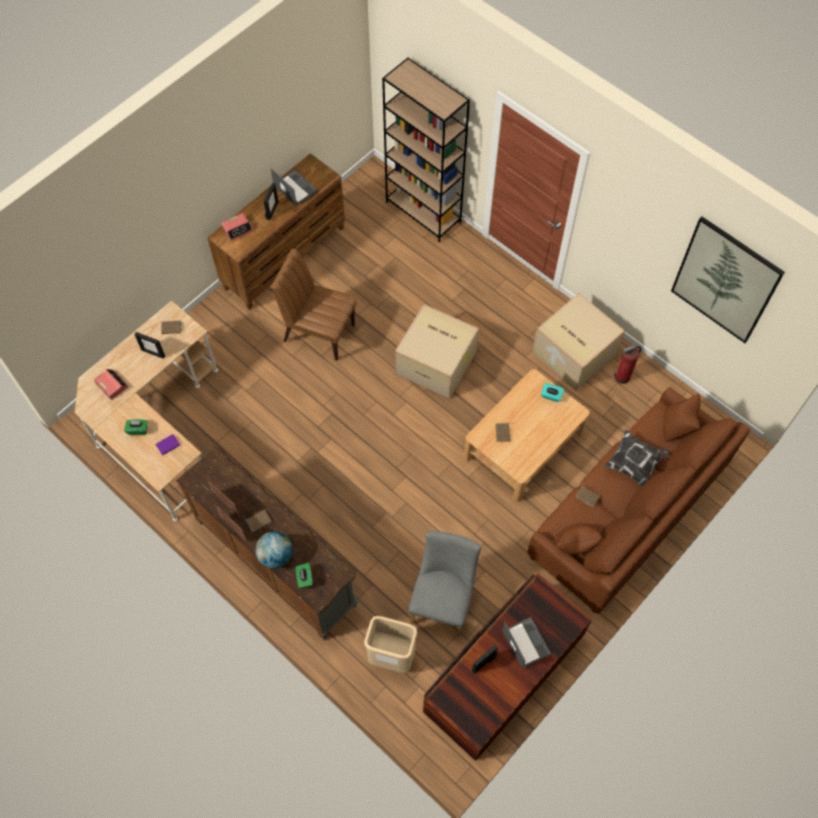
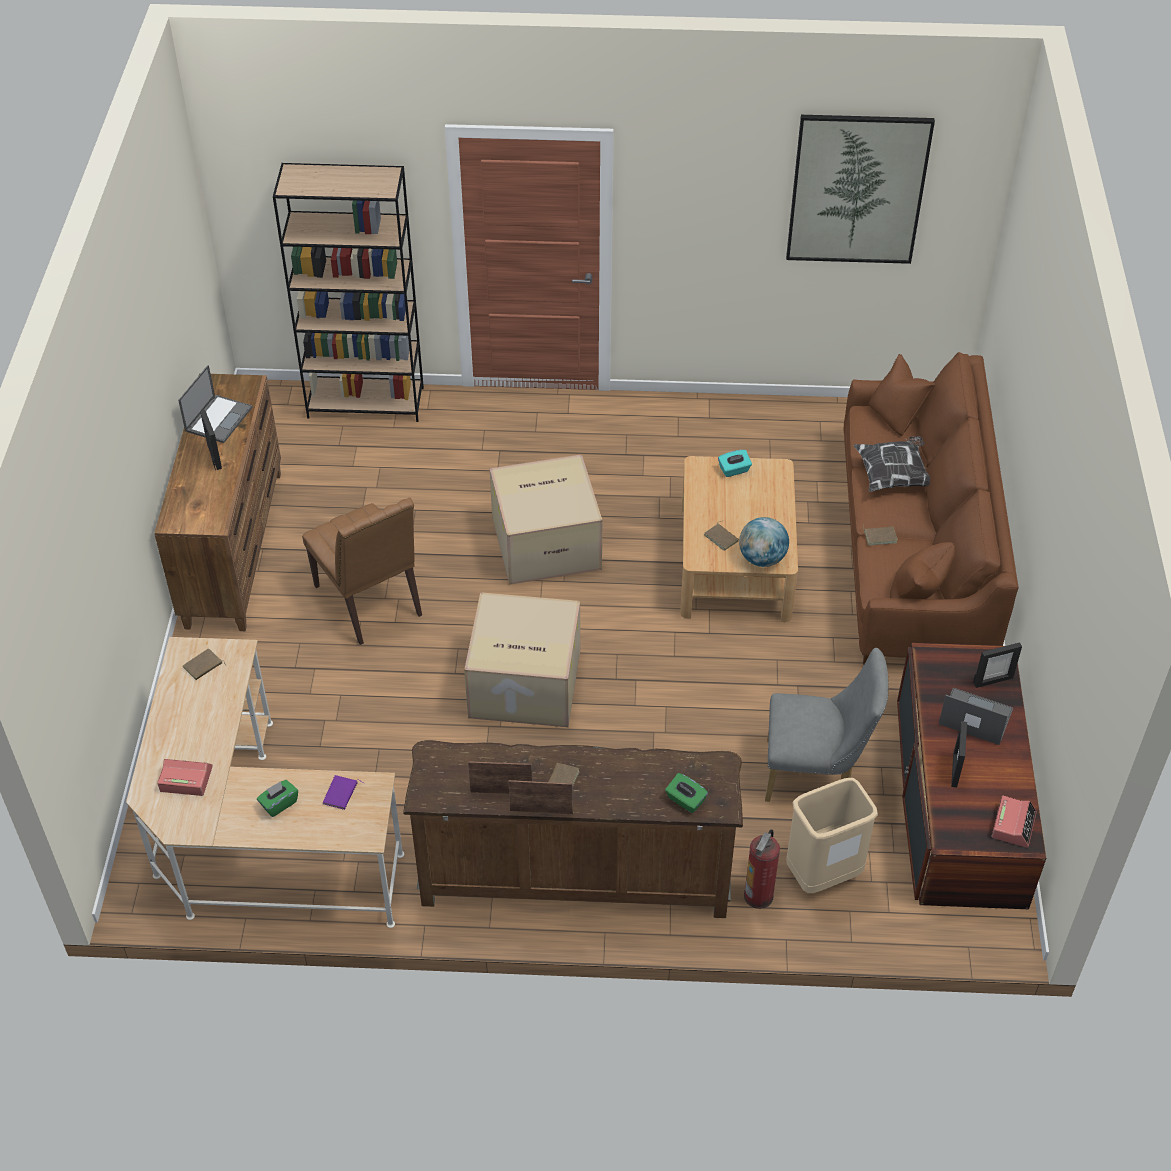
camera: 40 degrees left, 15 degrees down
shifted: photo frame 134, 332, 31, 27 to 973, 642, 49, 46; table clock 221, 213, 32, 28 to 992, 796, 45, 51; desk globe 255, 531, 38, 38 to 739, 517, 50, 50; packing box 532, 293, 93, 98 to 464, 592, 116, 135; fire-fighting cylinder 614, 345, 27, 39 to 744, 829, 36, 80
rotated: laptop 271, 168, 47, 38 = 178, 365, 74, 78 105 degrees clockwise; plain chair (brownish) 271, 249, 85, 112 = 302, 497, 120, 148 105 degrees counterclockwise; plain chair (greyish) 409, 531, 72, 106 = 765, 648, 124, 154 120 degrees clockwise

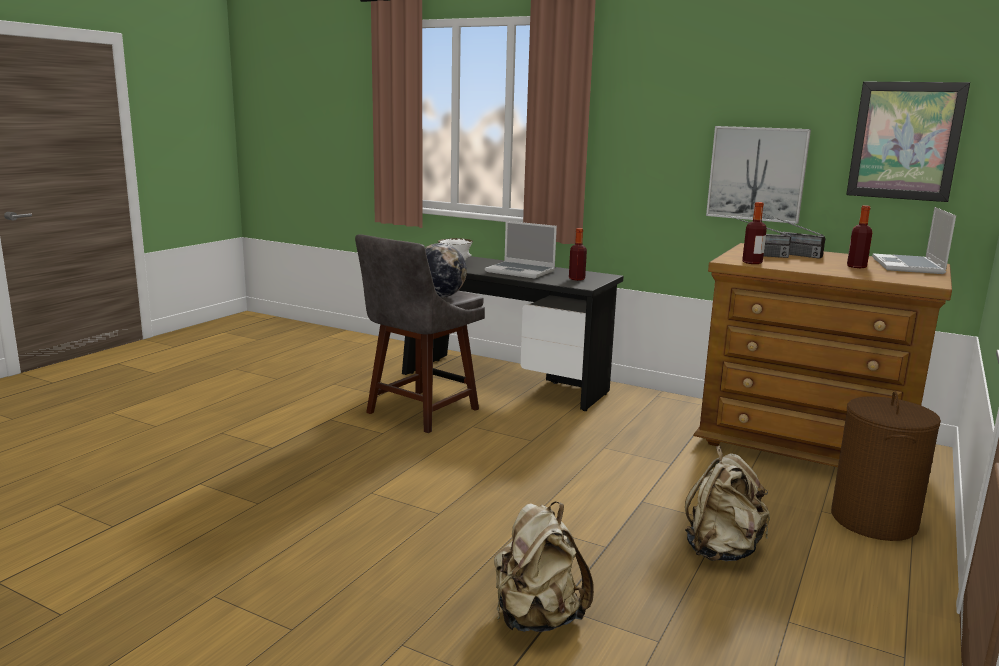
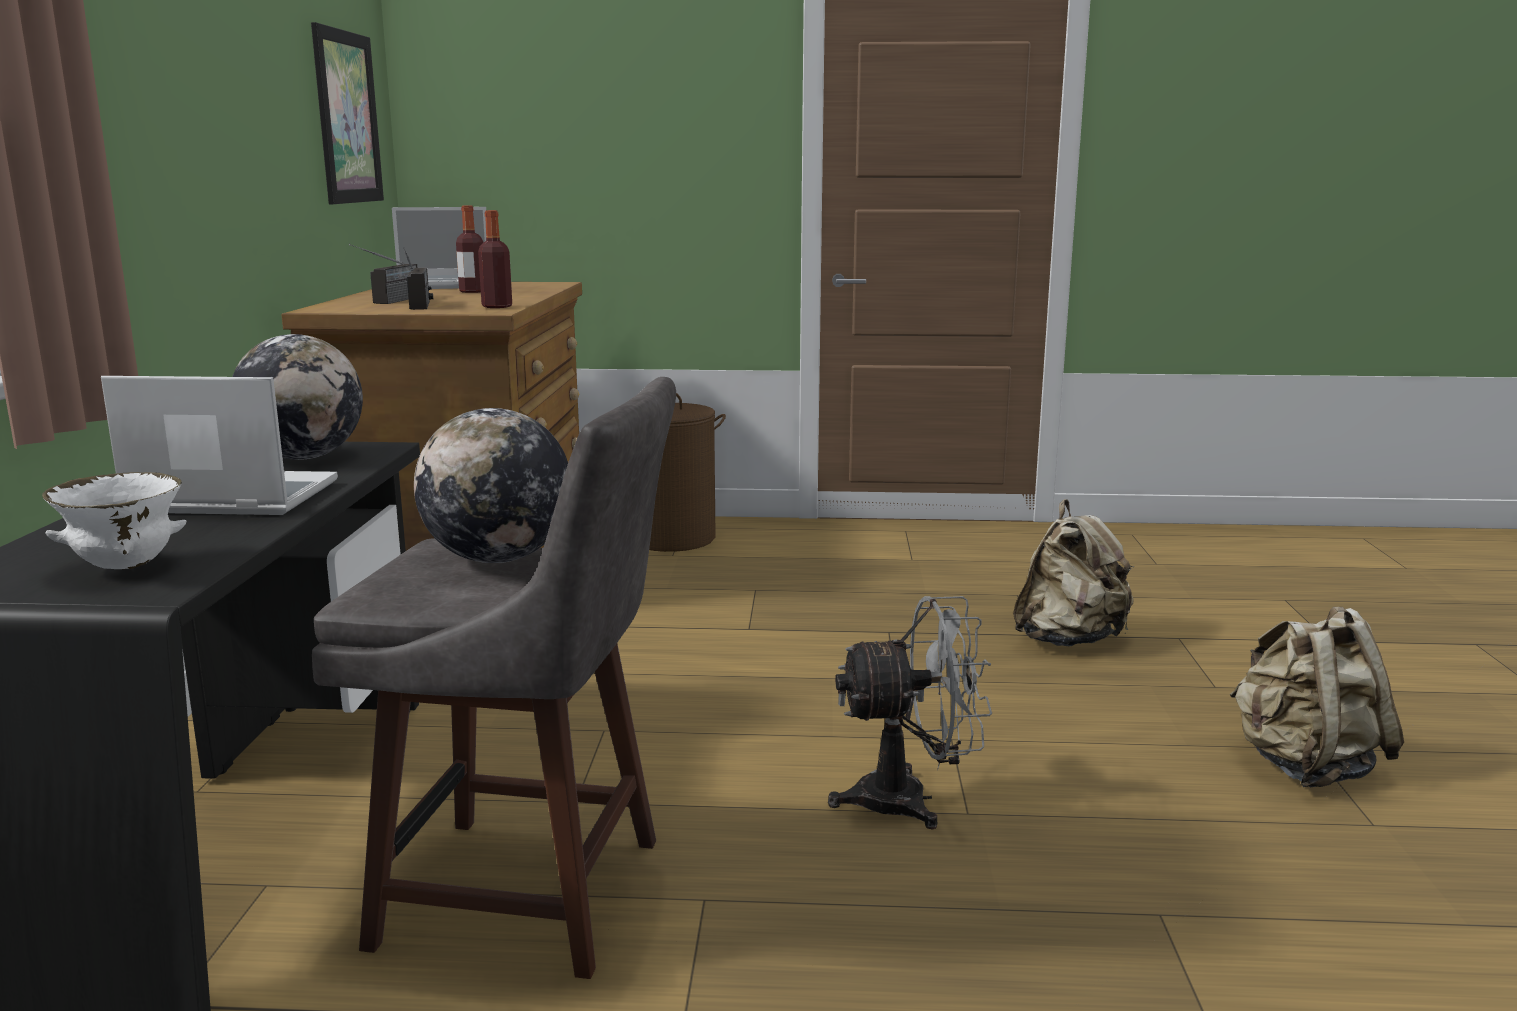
camera: 115 degrees left, 0 degrees up
gone: wall art 706, 126, 105, 98
new: cooling fan (greyish) 828, 596, 164, 233
shifted: knapsack (sand-coloured) 685, 446, 85, 115 to 1230, 607, 174, 180
swapped: drink bottle 569, 228, 18, 53 to desk globe 232, 334, 131, 126
rotated: laptop 485, 221, 72, 58 = 101, 376, 237, 139 90 degrees counterclockwise

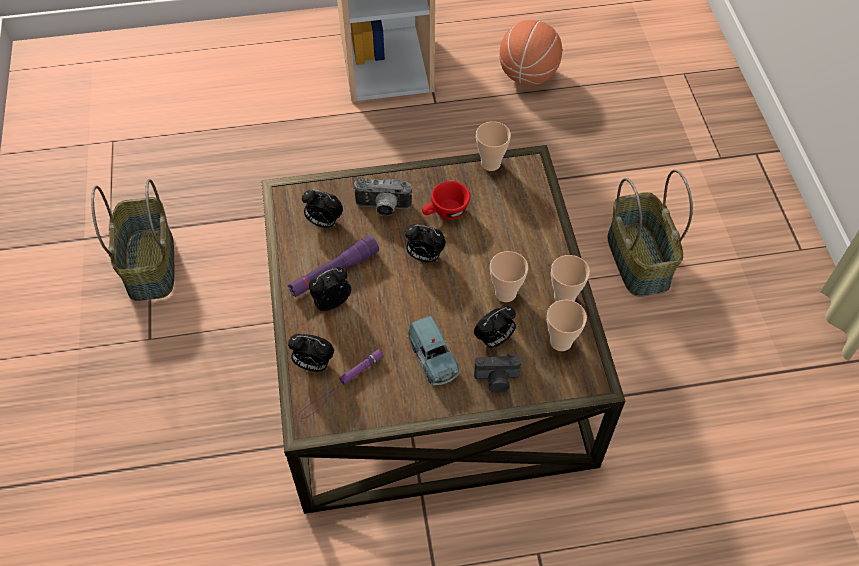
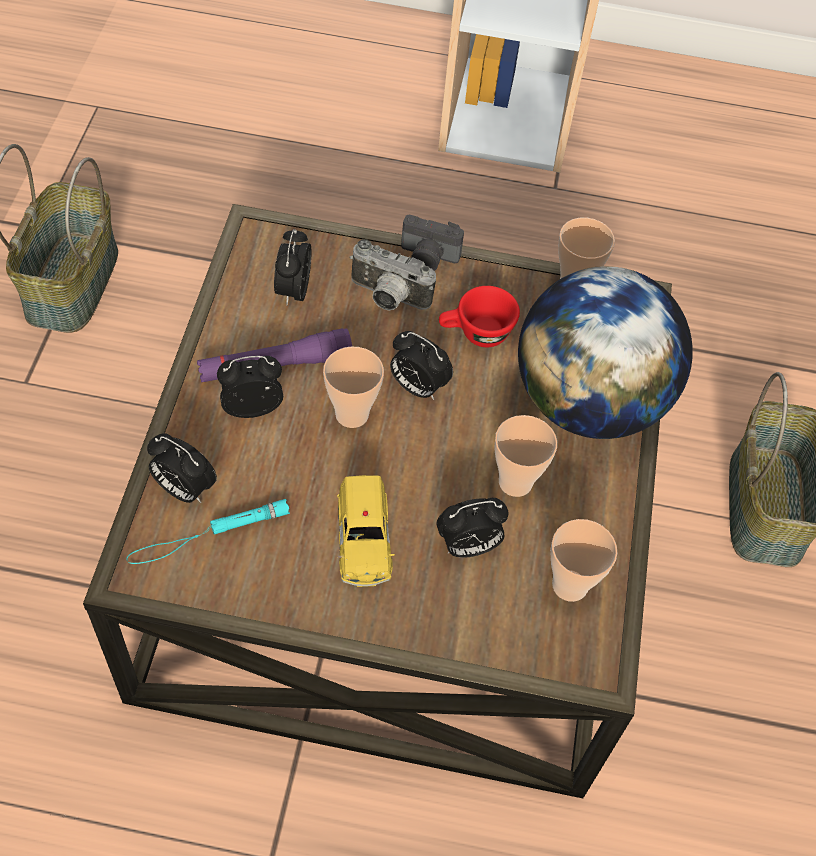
camera: 15 degrees right, 0 degrees up
gone: basketball ball 499, 20, 63, 65
new: desk globe 518, 266, 175, 173
shifted: still camera 474, 354, 47, 39 to 401, 215, 63, 56; small cup 551, 255, 39, 46 to 323, 346, 61, 82
repainted: torch (purplish) 298, 349, 86, 70 to torch (turquoise) 126, 499, 164, 65; model car (blue-coloured) 407, 316, 52, 69 to model car (yellow) 337, 475, 58, 112
rotated: table clock 302, 190, 41, 38 = 274, 229, 37, 76 60 degrees clockwise

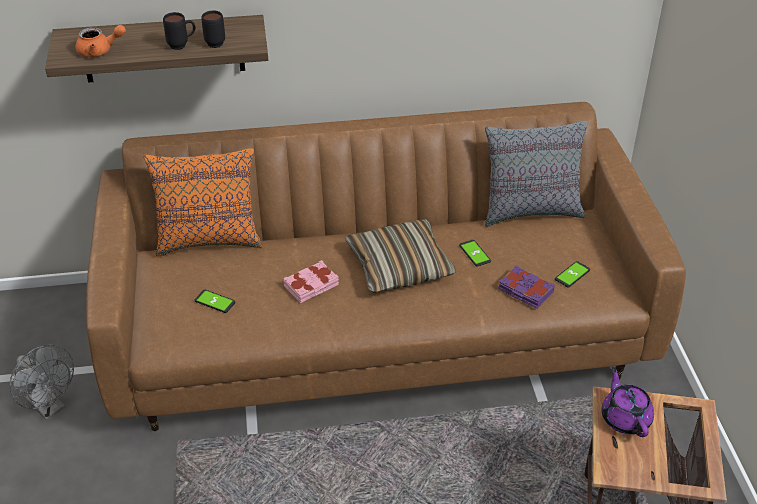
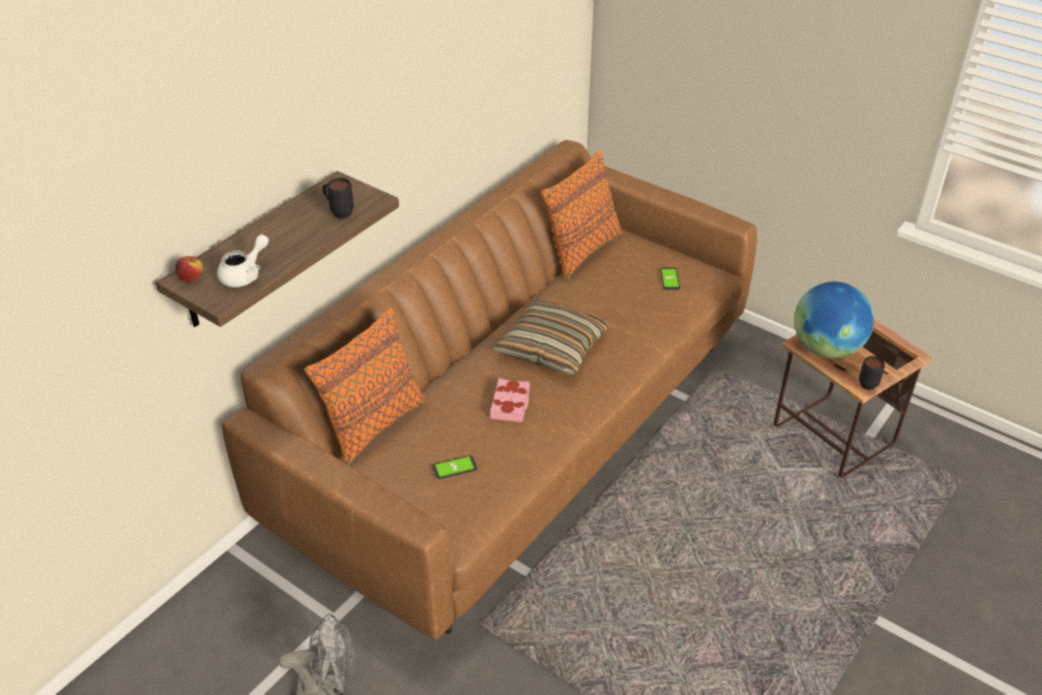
camera: 45 degrees left, 0 degrees up
gone: telephone 459, 240, 32, 26; bound book (purplish) 498, 265, 57, 44
new: apple 175, 256, 28, 26
shifted: tea mug (blackish) 163, 12, 32, 38 to 859, 356, 26, 34
swapped: tea pot (purplish) 601, 367, 53, 70 to desk globe 794, 282, 80, 77
repainted: tea pot (orange-coloured) 76, 25, 50, 32 to tea pot (white) 217, 235, 52, 52; cushion (greyish) 485, 121, 103, 106 to cushion (orange-coloured) 541, 151, 82, 131

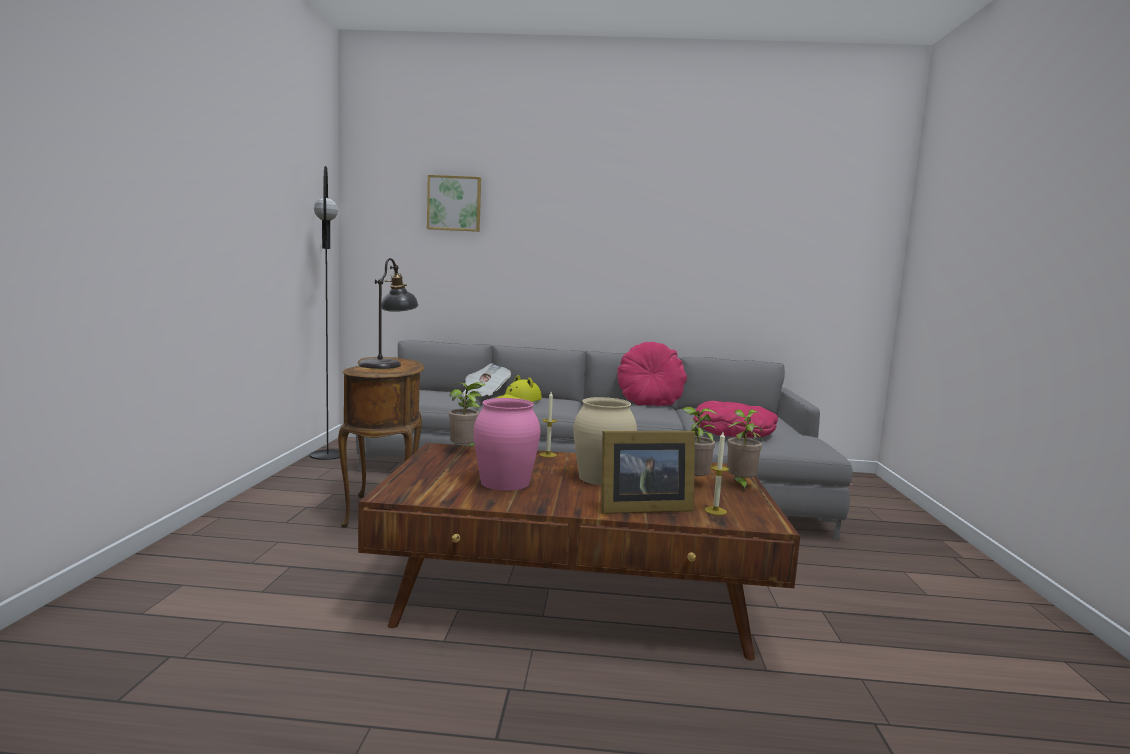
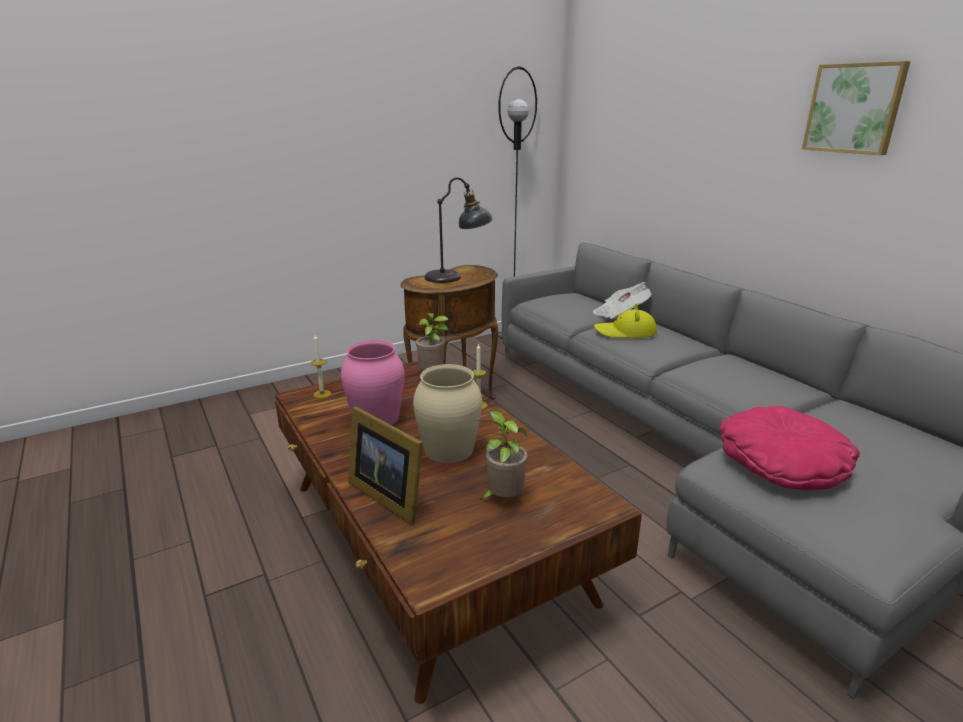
camera: 55 degrees right, 15 degrees up
gone: cushion (pink) 617, 342, 70, 64; potted plant 727, 409, 36, 83
shifted: wall art 427, 175, 54, 57 to 802, 61, 108, 94; candle 705, 432, 24, 83 to 311, 335, 20, 63

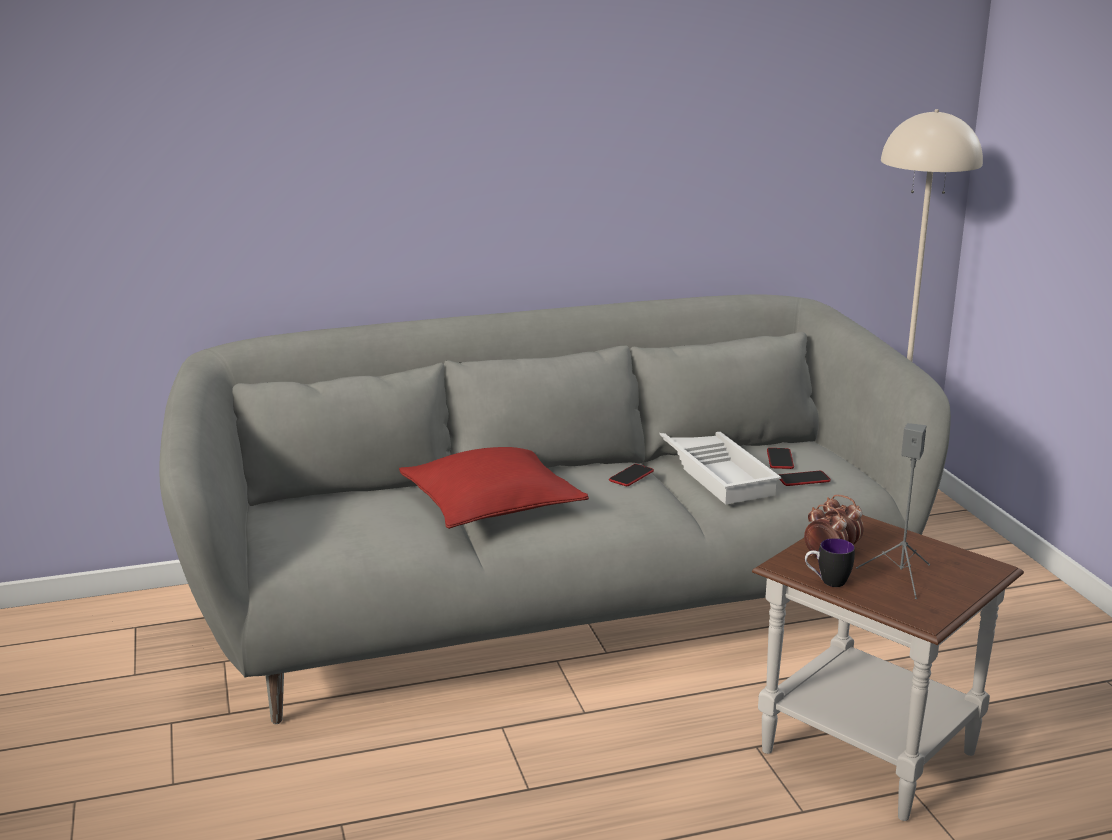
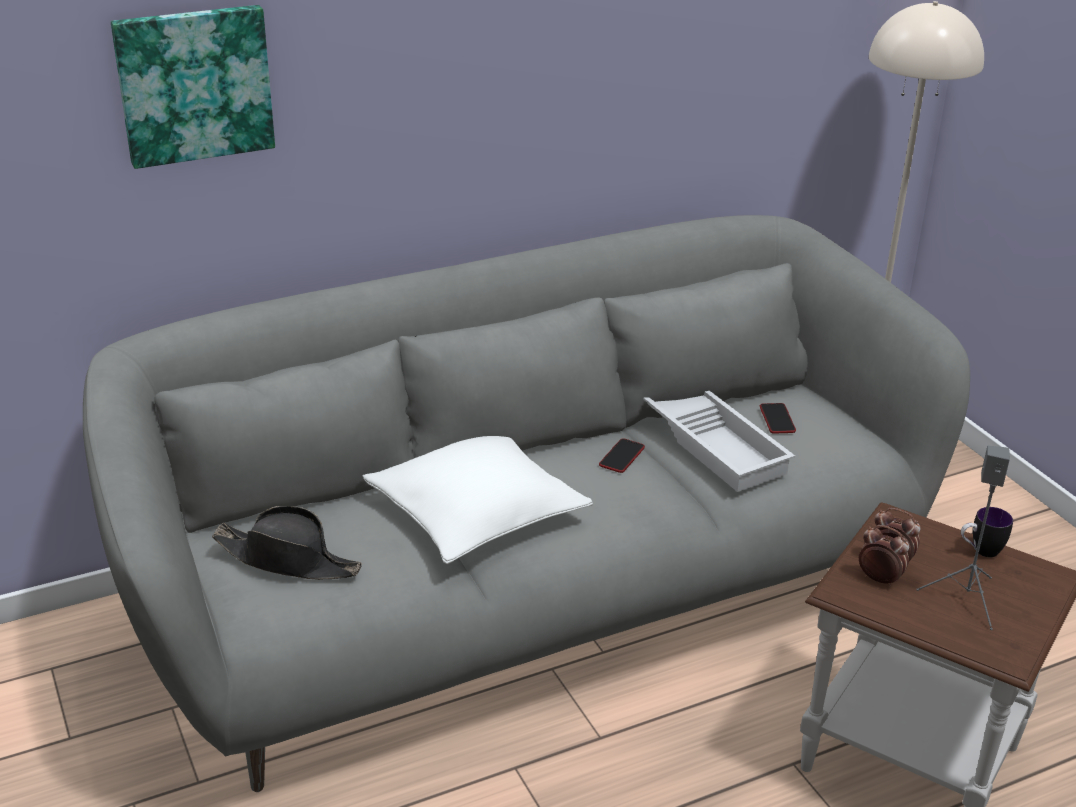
camera: 10 degrees left, 10 degrees up
gone: telephone 779, 471, 52, 15
new: wall art 111, 5, 164, 164; hat (blackish) 212, 506, 150, 74
shifted: tea mug 805, 538, 50, 49 to 961, 507, 52, 50
repainted: cushion (red) 399, 447, 190, 82 to cushion (white) 362, 436, 231, 128

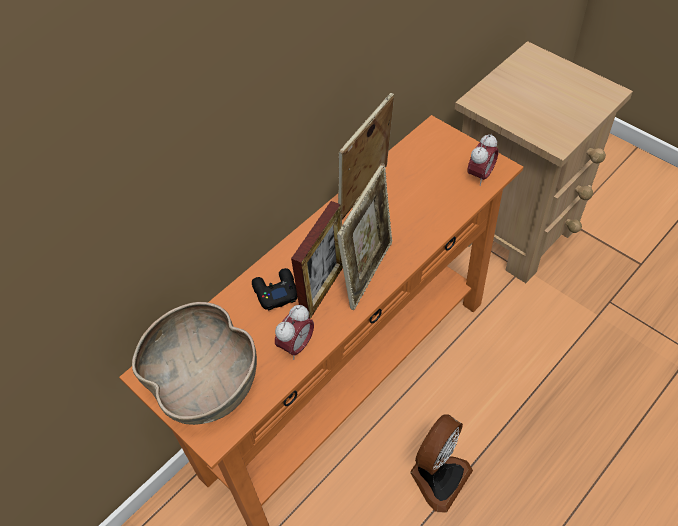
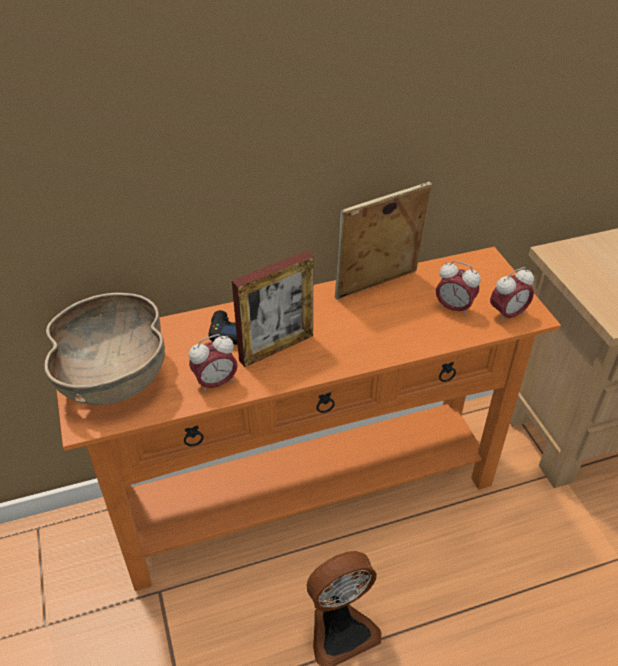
camera: 25 degrees right, 10 degrees down
gone: photo frame 337, 163, 56, 147
new: table clock 436, 261, 45, 56

